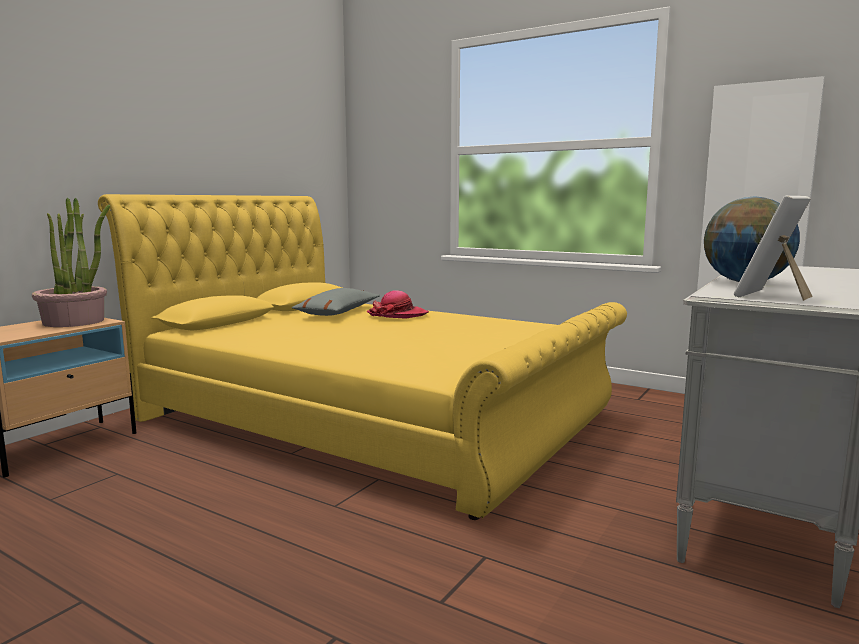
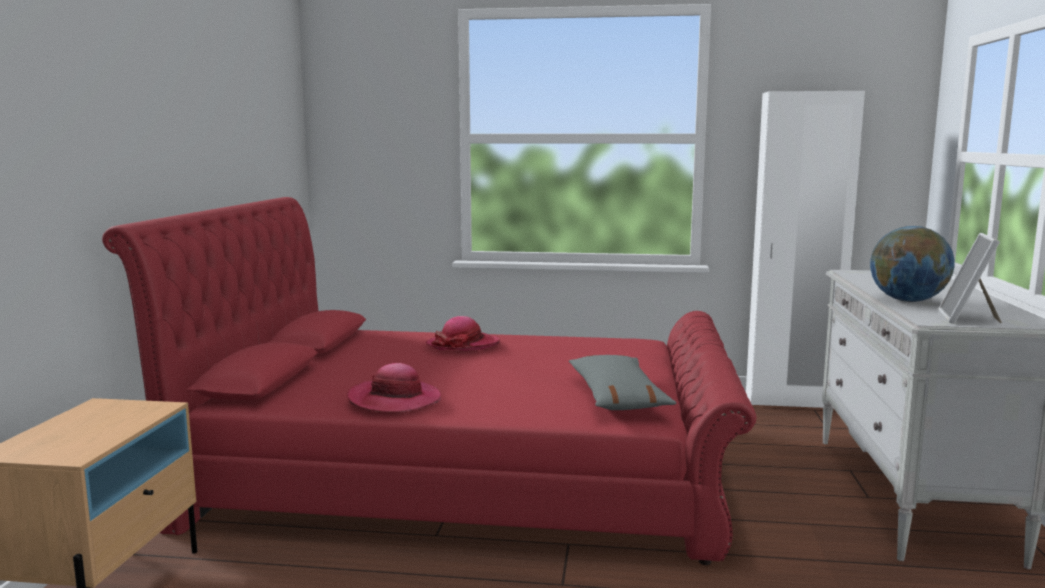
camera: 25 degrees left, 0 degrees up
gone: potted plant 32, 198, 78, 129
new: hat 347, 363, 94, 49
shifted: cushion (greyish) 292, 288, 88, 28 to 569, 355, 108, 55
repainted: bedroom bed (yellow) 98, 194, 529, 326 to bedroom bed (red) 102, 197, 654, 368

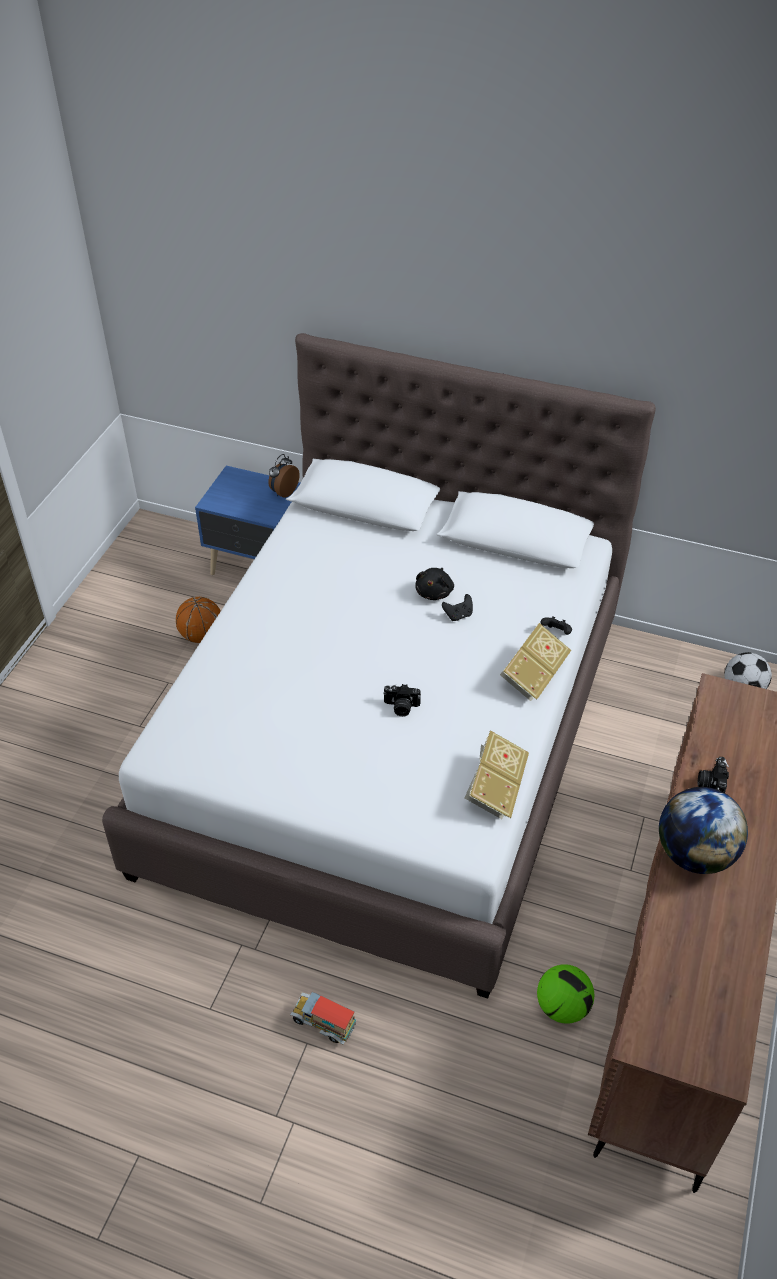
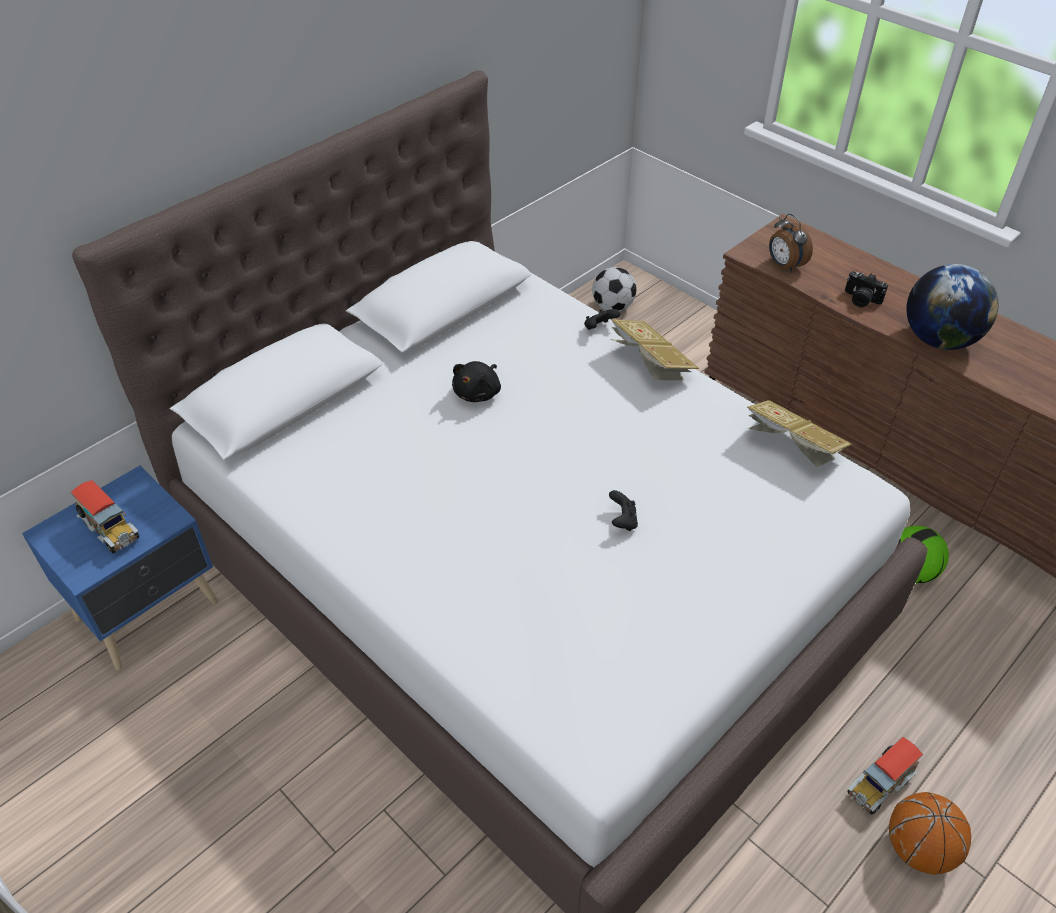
camera: 65 degrees left, 0 degrees up
gone: still camera 383, 684, 38, 33
new: toy truck 70, 480, 69, 73
shifted: basketball ball 176, 597, 45, 46 to 889, 792, 82, 83; table clock 268, 454, 32, 44 to 769, 214, 44, 58; gamepad (blackish) 442, 594, 31, 27 to 609, 490, 29, 41
rotated: soft toy (blackish) 415, 568, 39, 32 = 452, 361, 49, 41 75 degrees clockwise

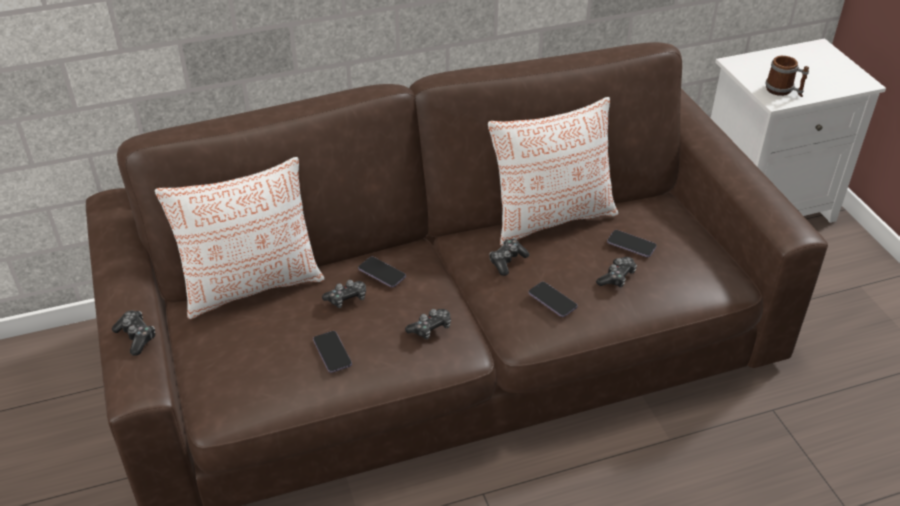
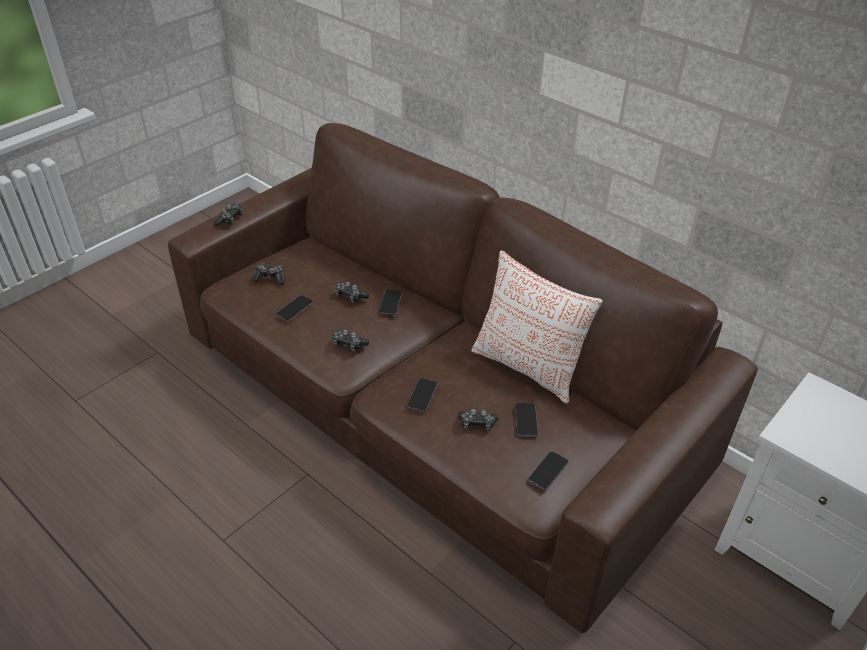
camera: 60 degrees right, 0 degrees up
gone: cushion (white) 155, 157, 169, 162; tea mug 765, 56, 44, 41
new: telephone 528, 451, 40, 39
shifted: gamepad 489, 239, 40, 37 to 252, 263, 33, 22

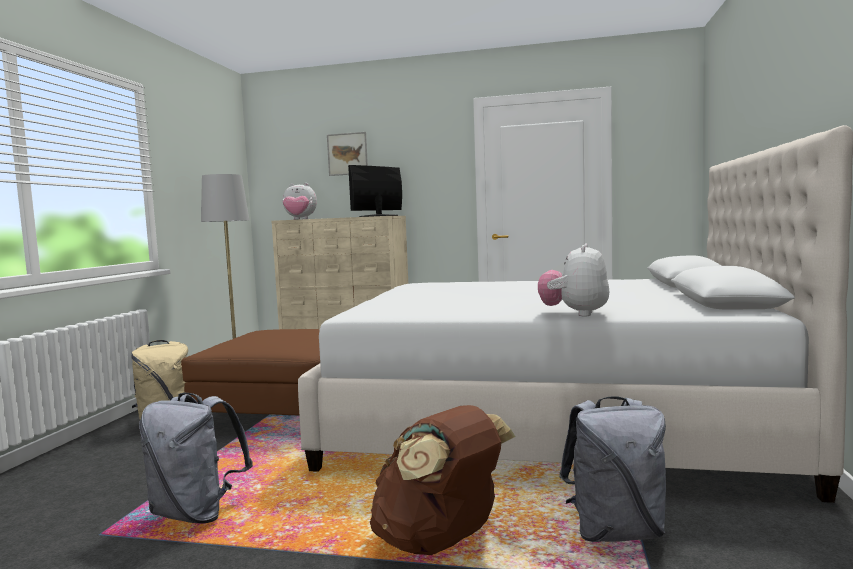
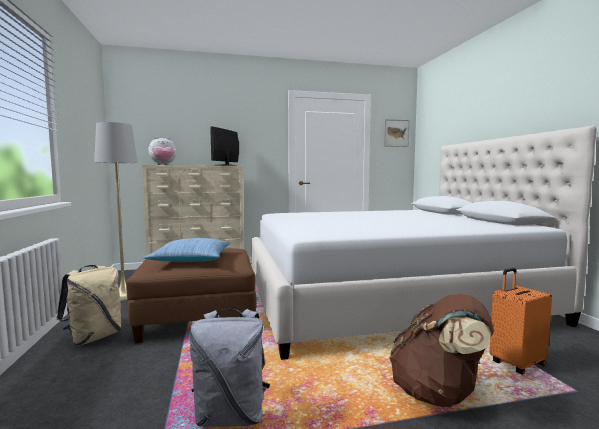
camera: 25 degrees left, 0 degrees up
gone: soft toy 538, 244, 71, 73
new: cushion 144, 238, 86, 24
shifted: wall art 327, 132, 41, 44 to 384, 119, 25, 28
swapped: knapsack (greyish) 559, 397, 107, 145 to piece of luggage (orange-coloured) 489, 268, 63, 107

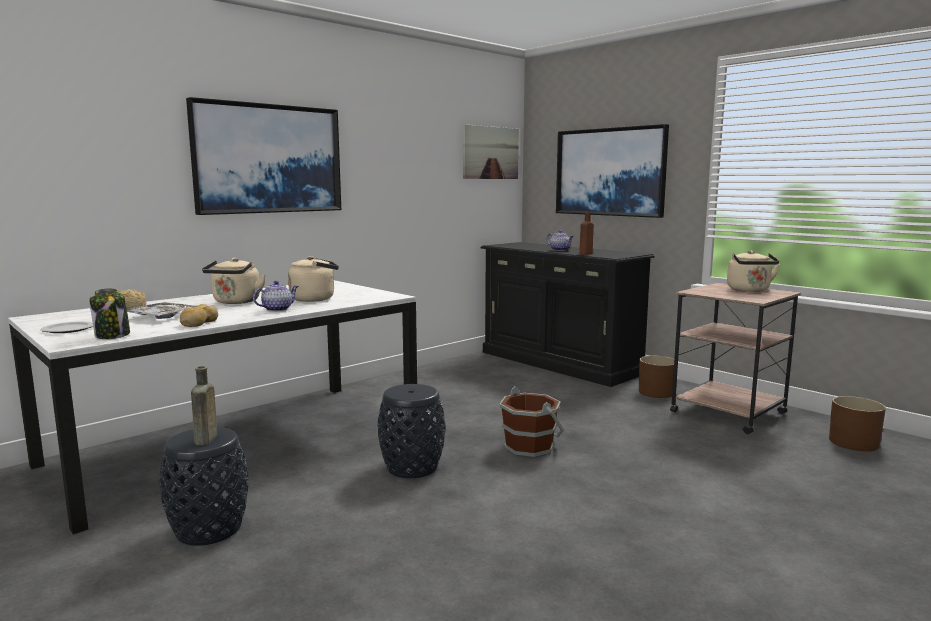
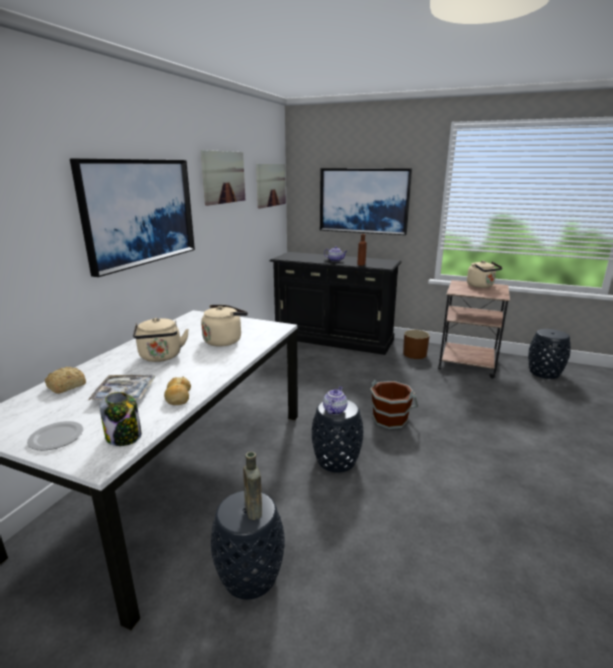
camera: 25 degrees left, 10 degrees up
new: wall art 201, 150, 44, 56
shifted: tea pot 253, 281, 45, 30 to 323, 386, 25, 29
swapped: flower pot (brownish) 829, 396, 57, 55 to sitting stool (blackish) 528, 329, 43, 50

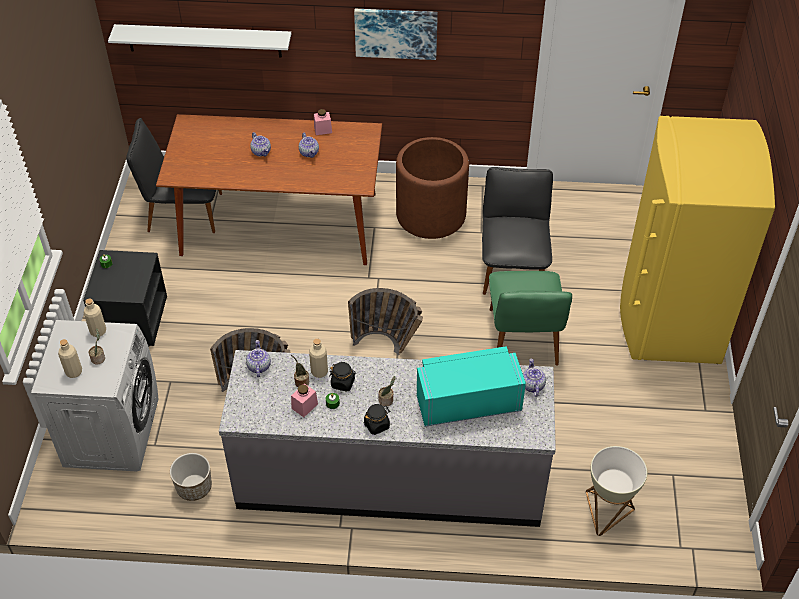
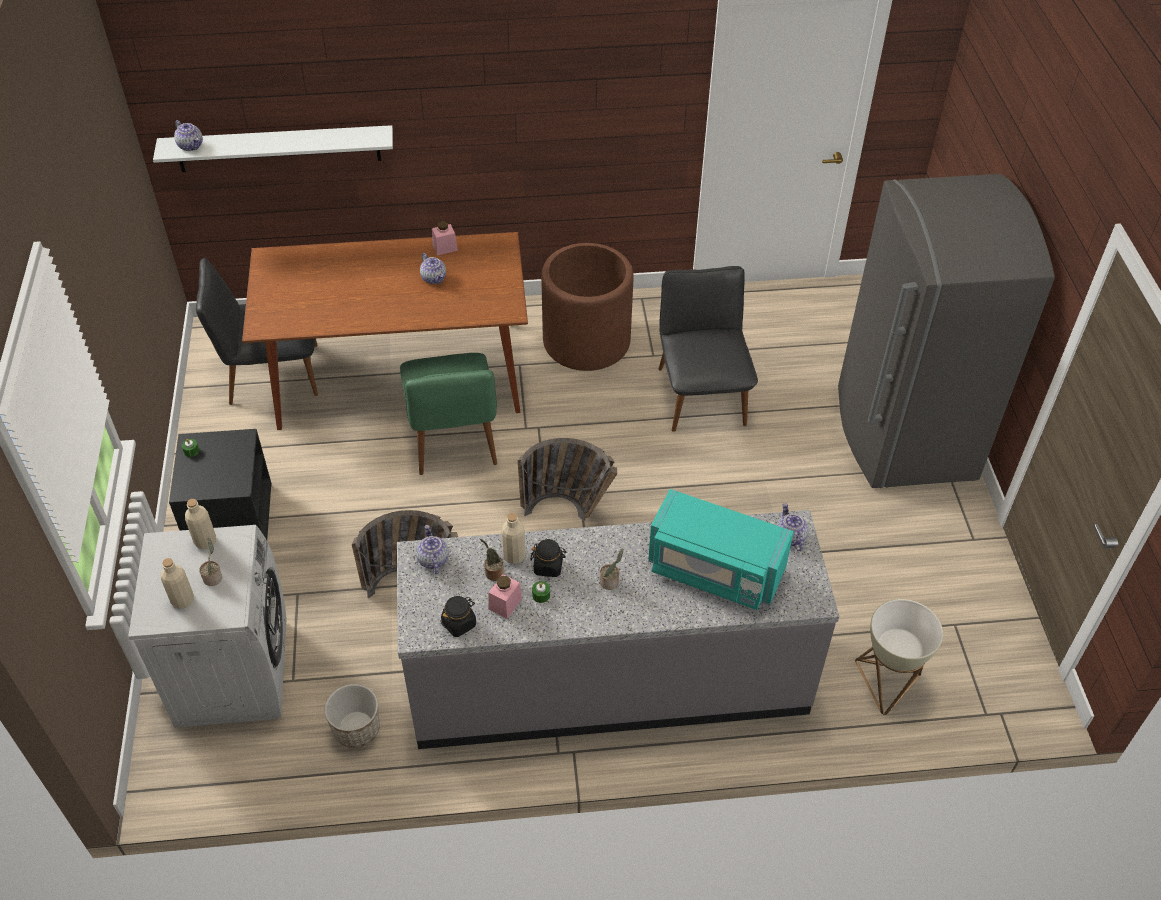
camera: 10 degrees left, 0 degrees up
gone: wall art 354, 9, 84, 51
shifted: tea pot 250, 132, 21, 25 to 174, 120, 29, 31; preserve jar (blackish) 364, 404, 26, 31 to 441, 596, 35, 41; plain chair (green) 489, 271, 83, 95 to 400, 353, 97, 122
repainted: fridge (yellow) 620, 116, 155, 248 to fridge (greyish) 838, 174, 217, 314
rotated: microwave (turquoise) 417, 346, 109, 81 = 648, 489, 146, 121 135 degrees counterclockwise

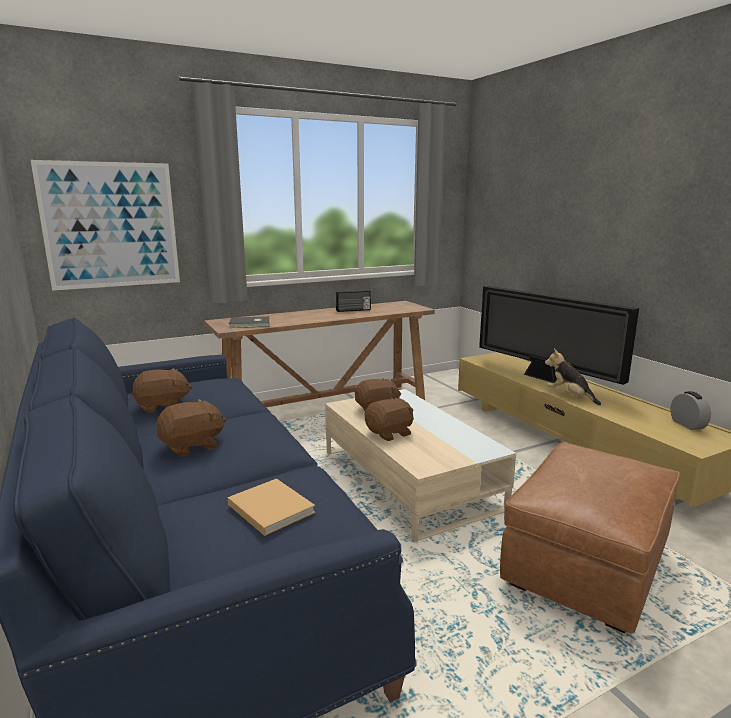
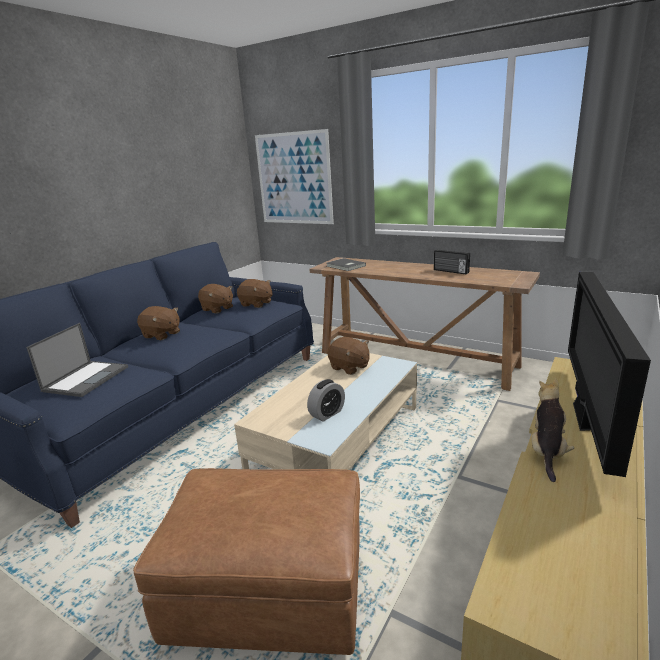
camera: 60 degrees right, 5 degrees up
shifted: soft toy (brownish) 365, 397, 49, 44 to 237, 279, 35, 29; table clock 671, 391, 40, 39 to 307, 379, 38, 43
swapped: bound book (sand-coloured) 228, 479, 87, 57 to laptop 26, 323, 102, 74

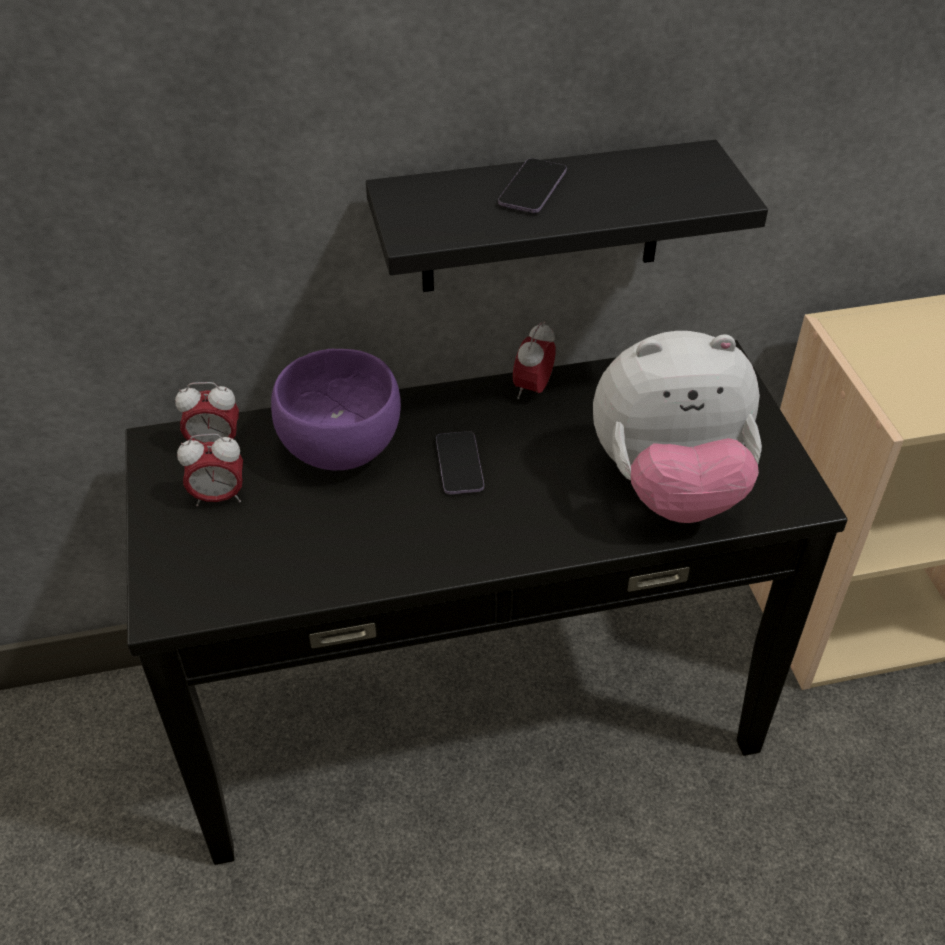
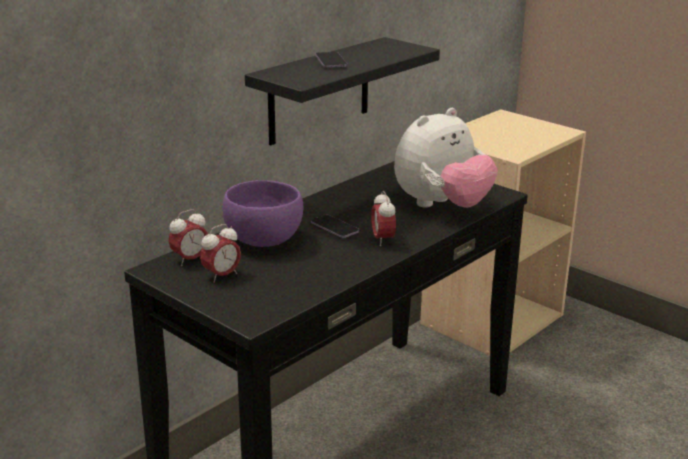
camera: 35 degrees left, 20 degrees down
shifted: table clock 513, 322, 43, 77 to 371, 191, 25, 56

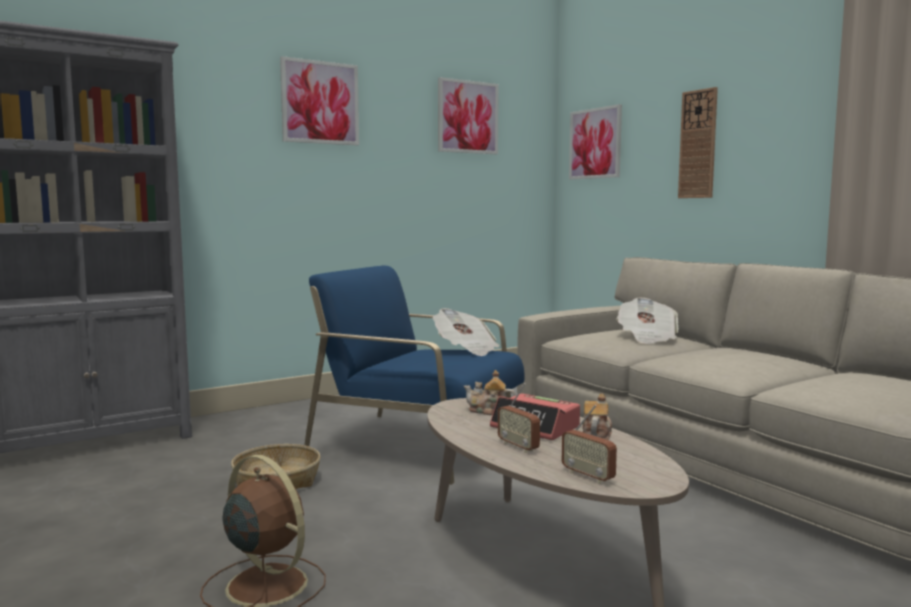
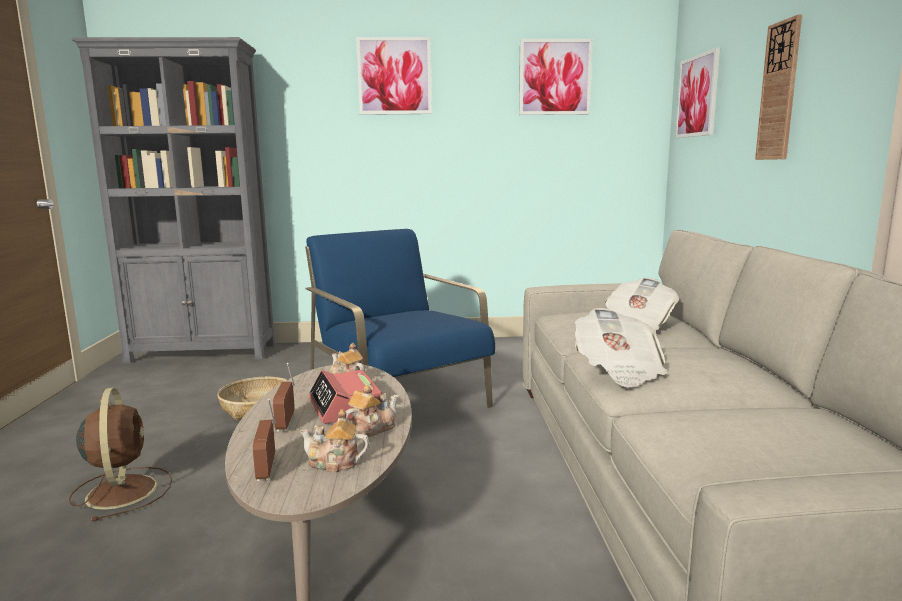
camera: 30 degrees right, 5 degrees up
new: tea pot 300, 409, 69, 64
shifted: daily paper 432, 308, 68, 48 to 575, 308, 93, 80

